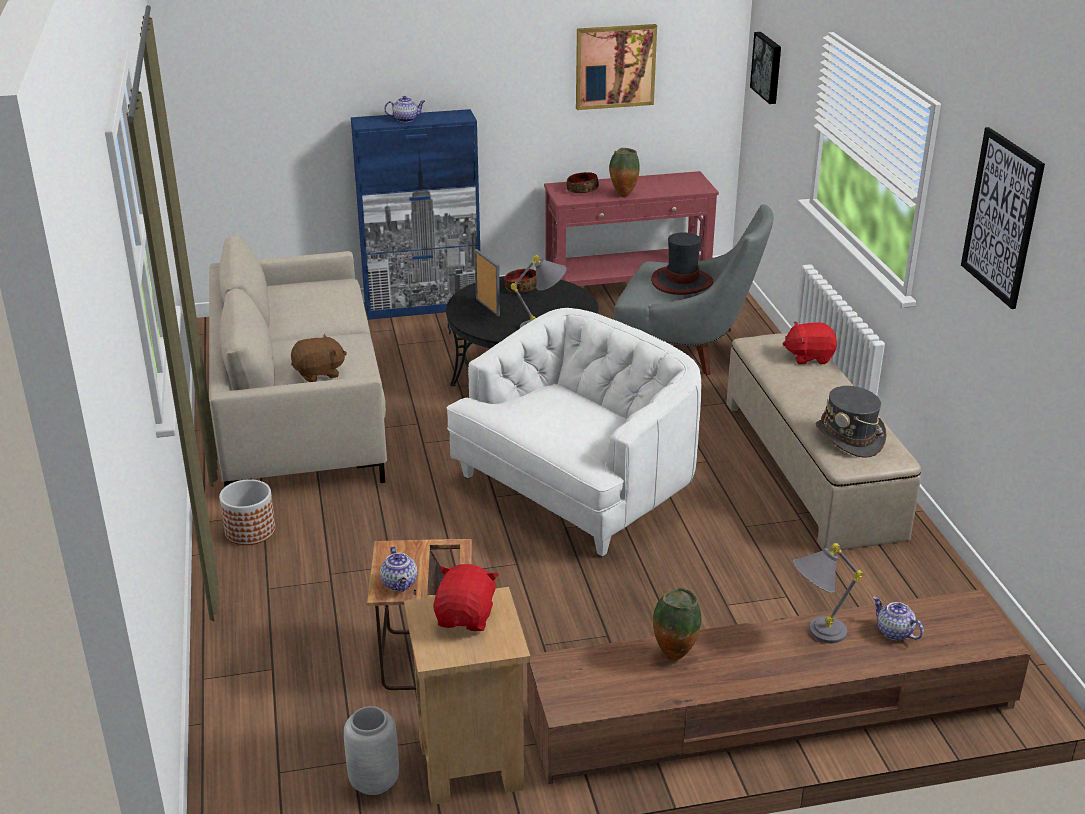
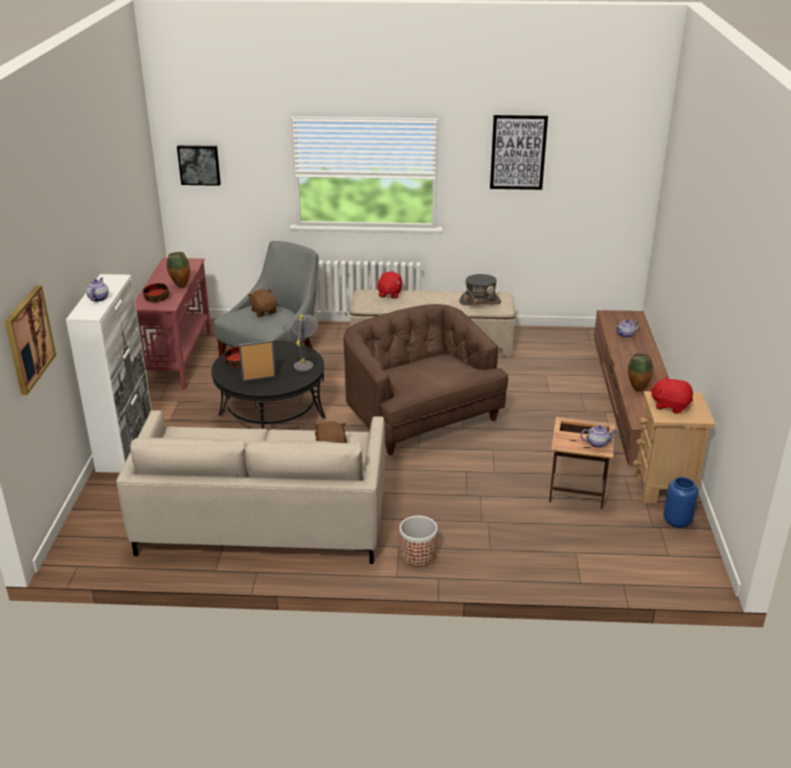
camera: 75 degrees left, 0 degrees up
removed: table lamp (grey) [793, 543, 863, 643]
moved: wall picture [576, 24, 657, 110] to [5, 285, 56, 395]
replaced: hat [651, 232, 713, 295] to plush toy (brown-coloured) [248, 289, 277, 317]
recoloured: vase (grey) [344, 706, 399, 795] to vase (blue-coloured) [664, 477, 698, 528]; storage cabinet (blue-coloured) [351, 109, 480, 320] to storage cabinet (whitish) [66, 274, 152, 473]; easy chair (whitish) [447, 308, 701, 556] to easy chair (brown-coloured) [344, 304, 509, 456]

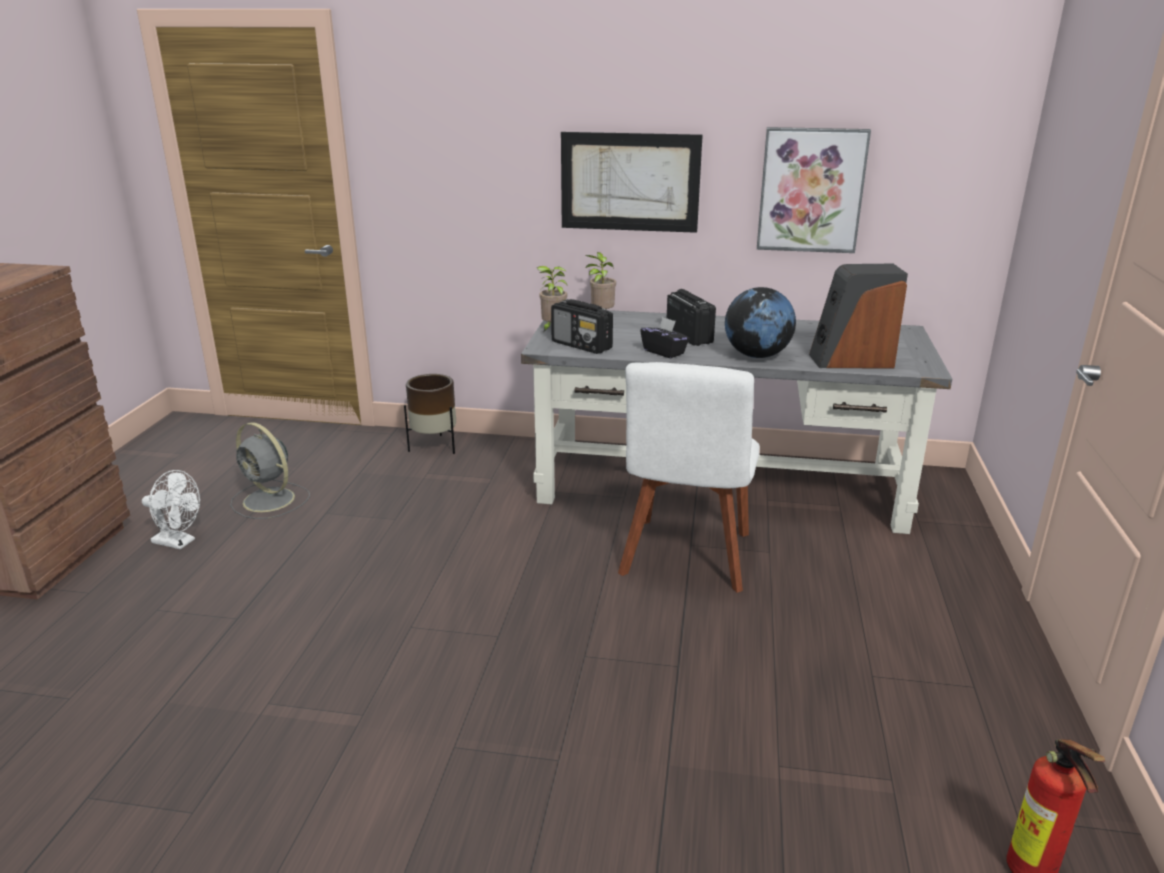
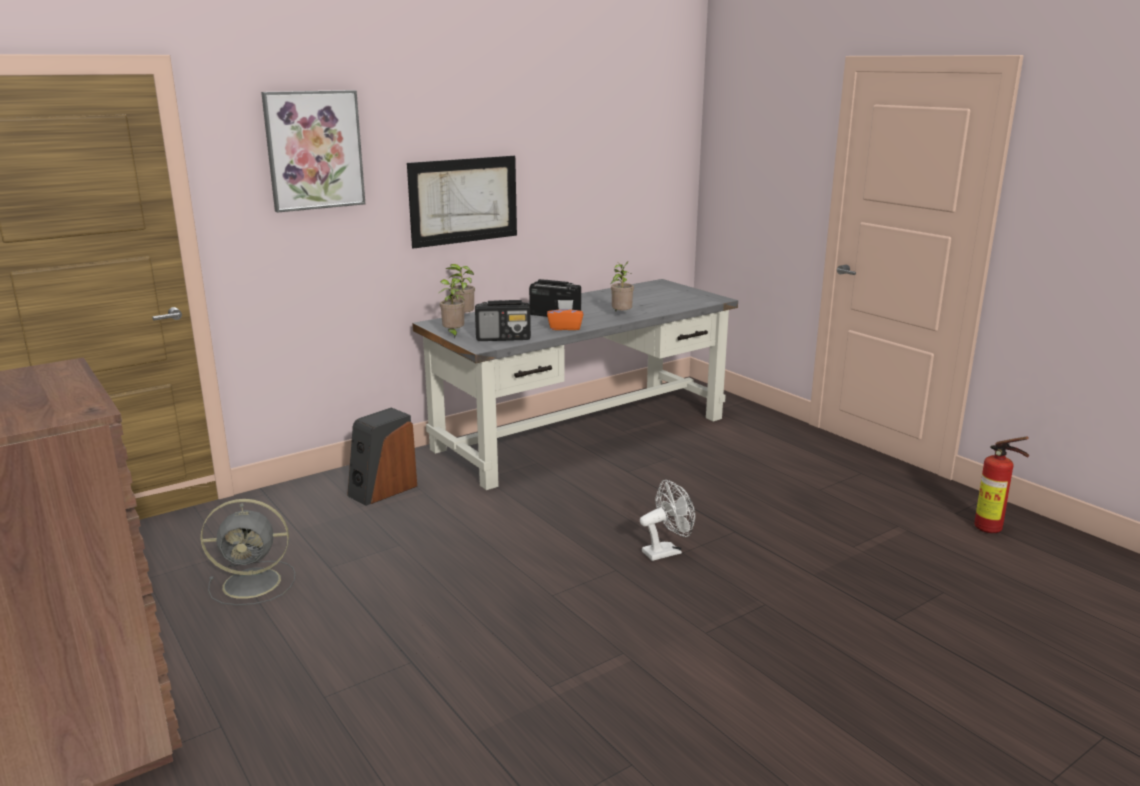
camera: 45 degrees left, 5 degrees down
removed: plant pot (brown-coloured) [404, 374, 456, 454]; chair (whitish) [618, 362, 760, 593]
moved: fan (whitish) [142, 470, 200, 549] to [640, 480, 695, 561]; wall picture [757, 127, 871, 253] to [261, 90, 365, 213]; loudspeaker [809, 264, 908, 368] to [347, 408, 417, 506]
replaced: world globe [725, 287, 796, 358] to potted plant [610, 261, 634, 311]
recoloured: tissue holder (black-coloured) [640, 317, 690, 358] to tissue holder (orange-coloured) [547, 300, 583, 330]

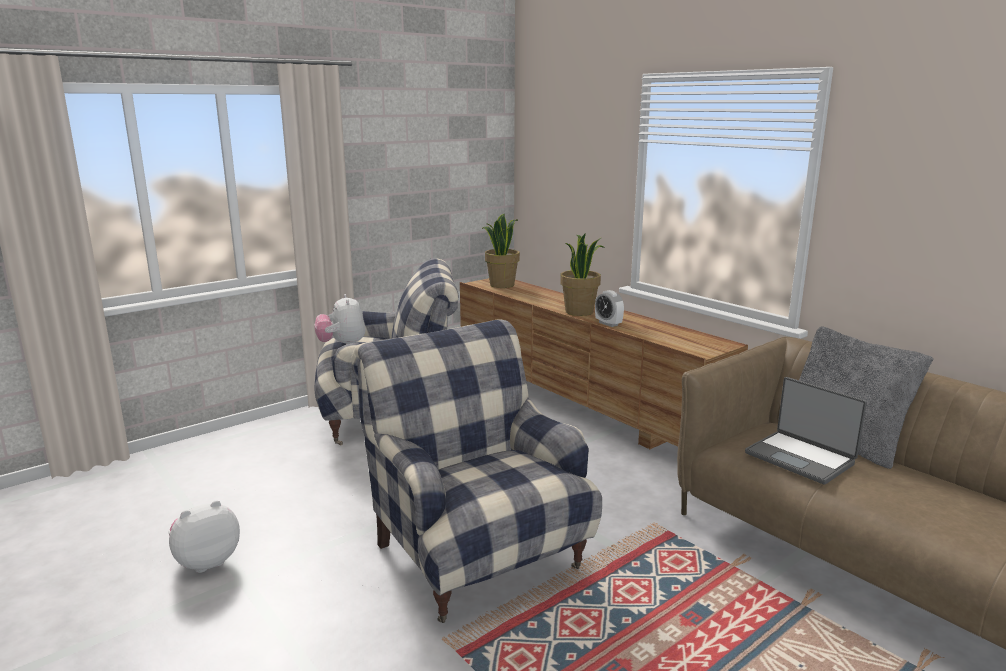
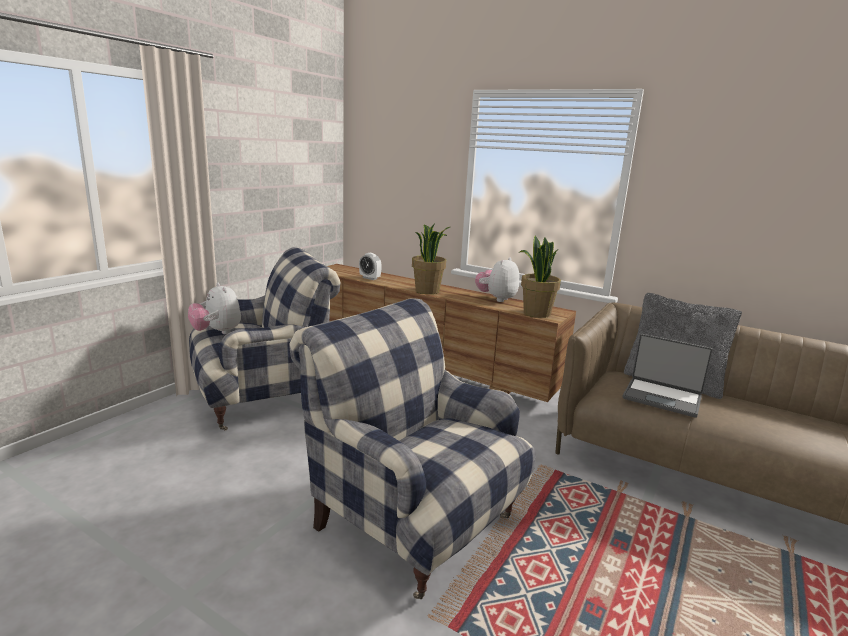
camera: 20 degrees left, 0 degrees up
moved: plush toy [168, 500, 240, 573] to [475, 257, 519, 302]; potted plant [482, 214, 520, 288] to [518, 235, 561, 318]; table clock [595, 290, 624, 327] to [359, 253, 382, 280]

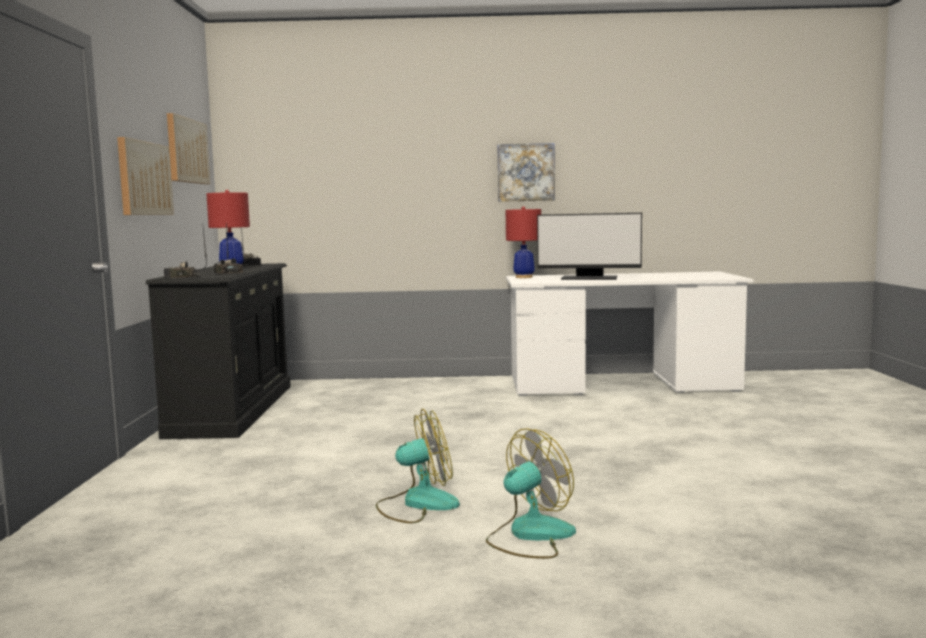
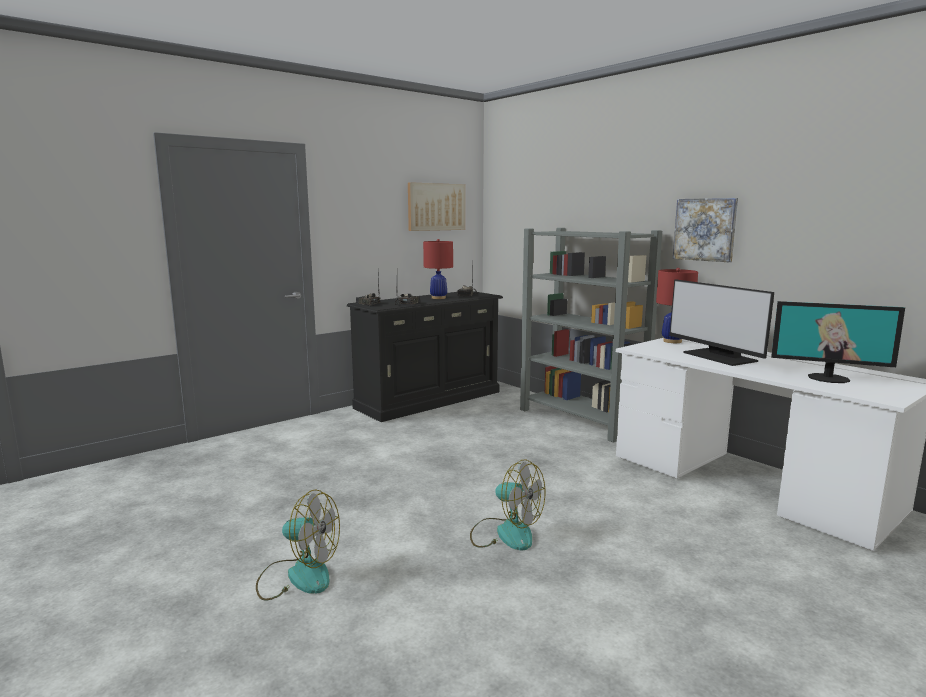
camera: 50 degrees right, 5 degrees up
removed: wall picture [117, 137, 174, 215]
added: bookcase (grey) [520, 228, 662, 443]; computer screen [771, 301, 905, 383]
moved: fan [376, 409, 460, 523] to [470, 459, 545, 550]

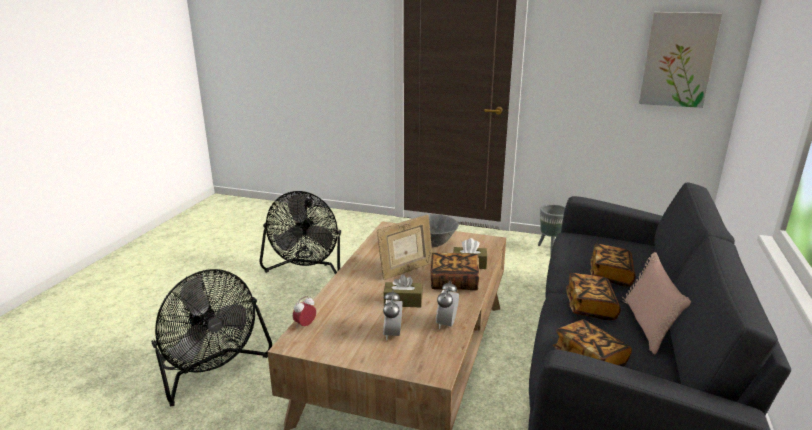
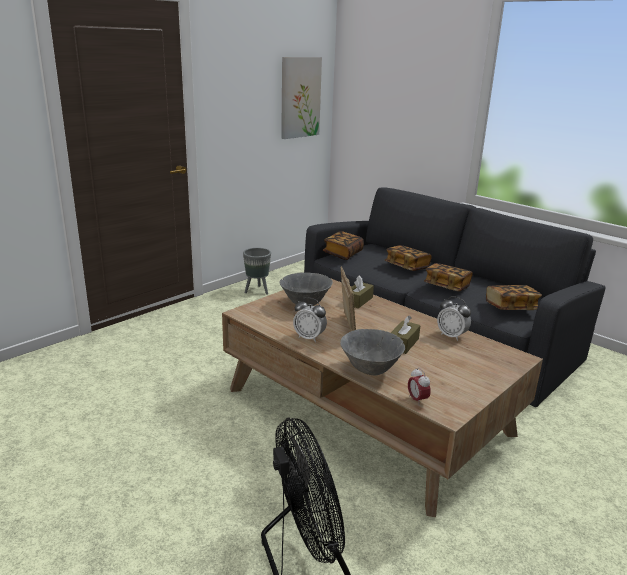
camera: 65 degrees left, 0 degrees up
removed: fan (black-coloured) [259, 191, 341, 274]; pillow (sand-coloured) [622, 252, 691, 355]
added: deep dish (grey) [340, 329, 405, 376]
moved: table clock [383, 290, 402, 340] to [293, 298, 327, 342]; bound book [430, 252, 480, 290] to [323, 231, 364, 260]

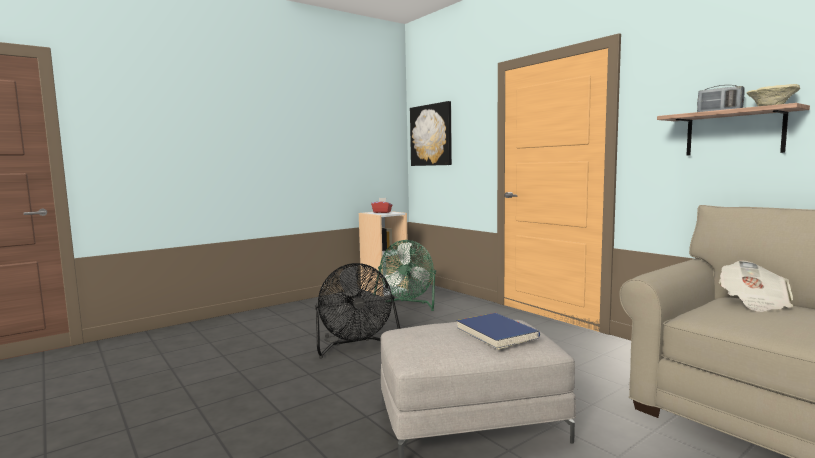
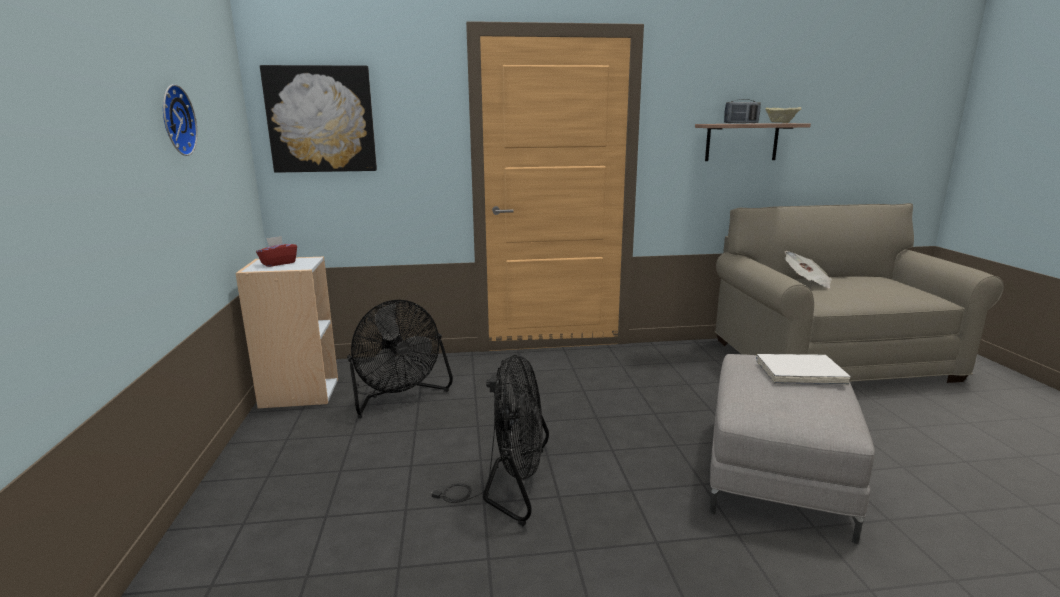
camera: 60 degrees left, 10 degrees up
added: clock on the wall [163, 84, 198, 156]
recoloured: fan (green-coloured) [374, 240, 436, 311] to fan (black-coloured) [347, 300, 453, 419]; bound book (blue-coloured) [456, 313, 540, 350] to bound book (whitish) [756, 354, 851, 385]

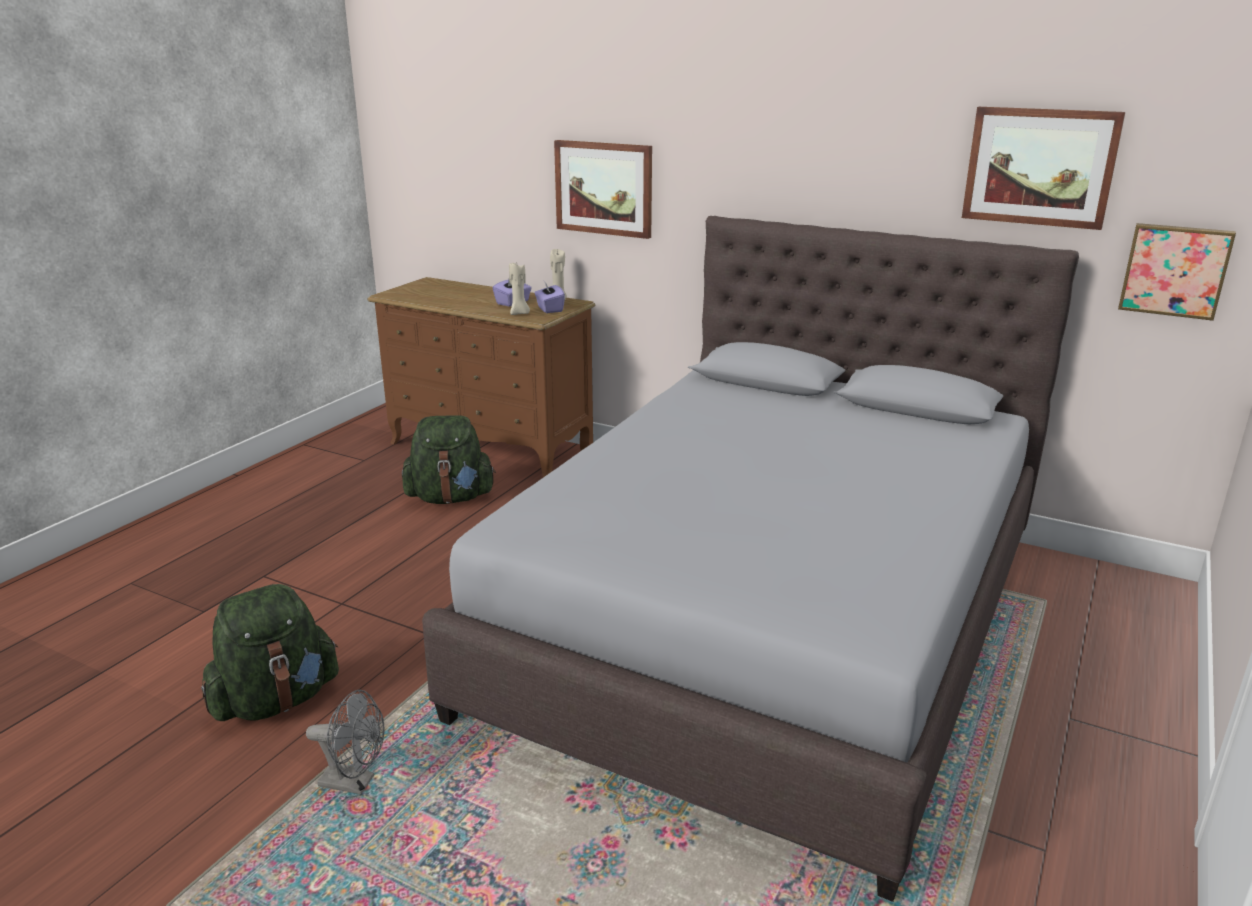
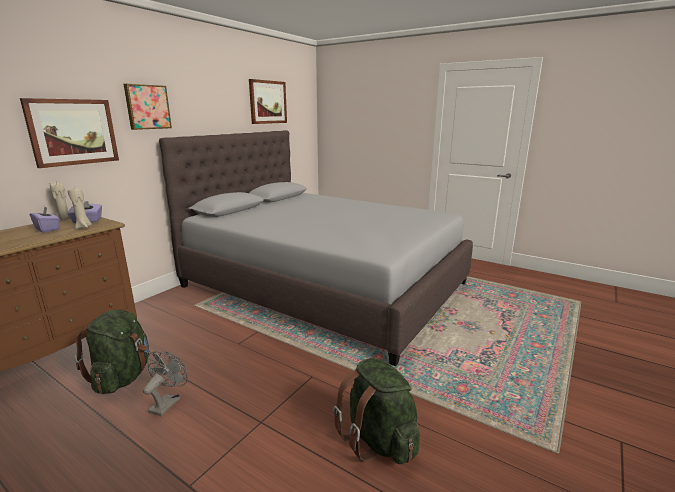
camera: 85 degrees left, 5 degrees down
moved: fan (grey) [306, 690, 384, 794] to [143, 351, 187, 416]; wall picture [1118, 223, 1236, 321] to [124, 84, 172, 130]

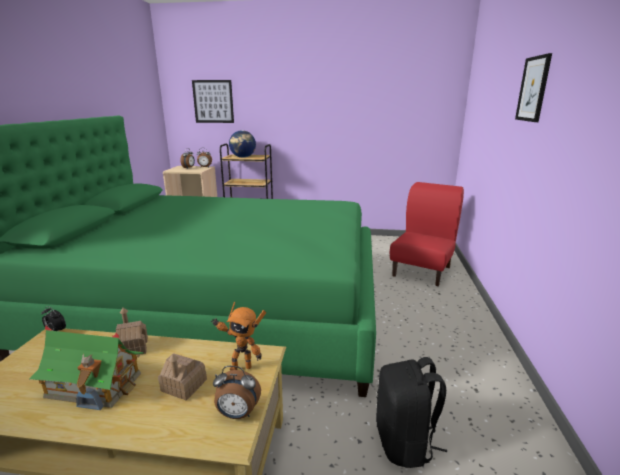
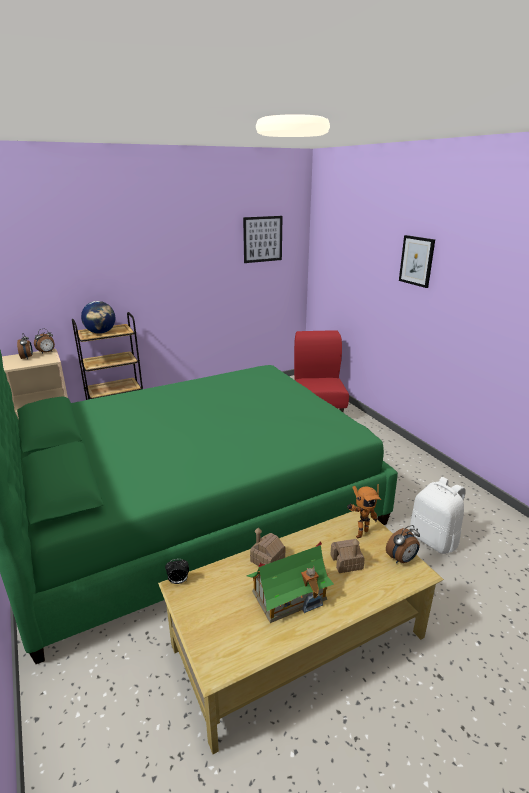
camera: 35 degrees left, 5 degrees up
moved: wall picture [192, 80, 234, 123] to [243, 216, 282, 263]
recoloured: rucksack (black-coloured) [376, 357, 447, 468] to rucksack (whitish) [410, 477, 466, 554]

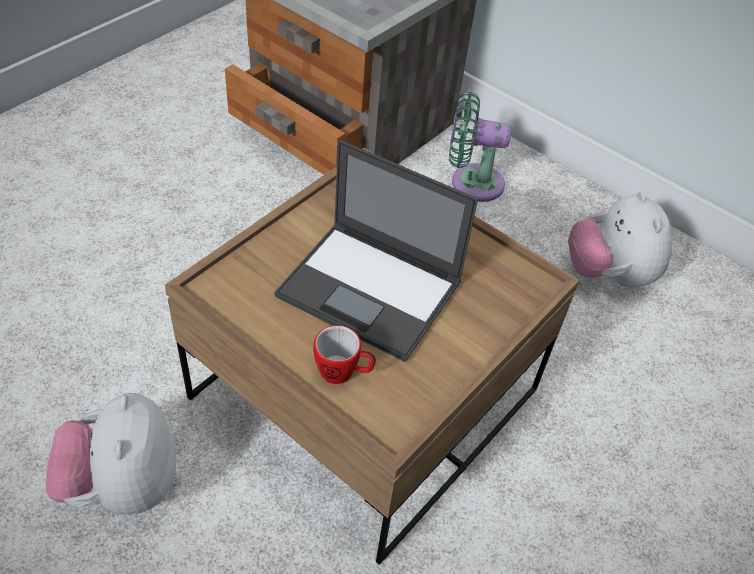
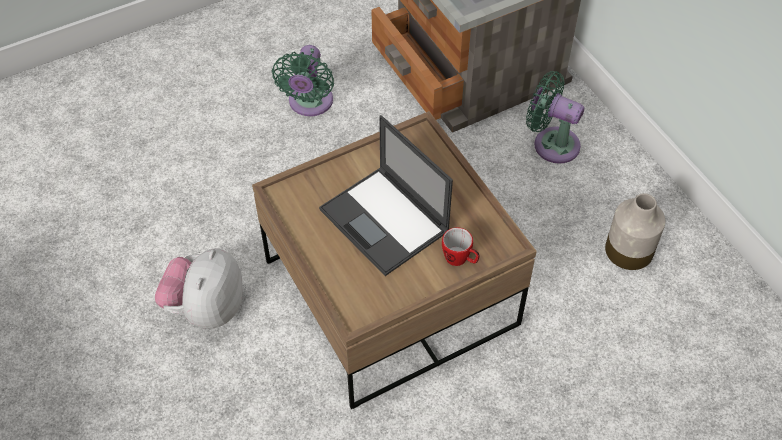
camera: 25 degrees right, 5 degrees up
added: fan (green-coloured) [272, 45, 334, 116]
moved: coffee mug [313, 325, 376, 384] to [442, 227, 480, 266]
replaced: plush toy [568, 191, 672, 287] to vase (sand-coloured) [605, 193, 665, 270]

